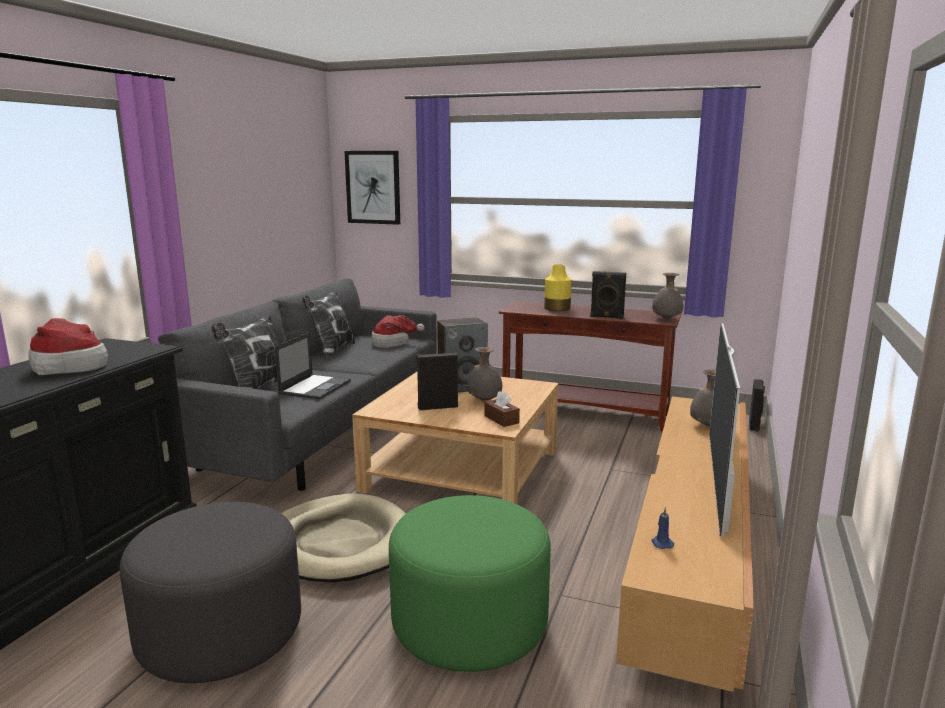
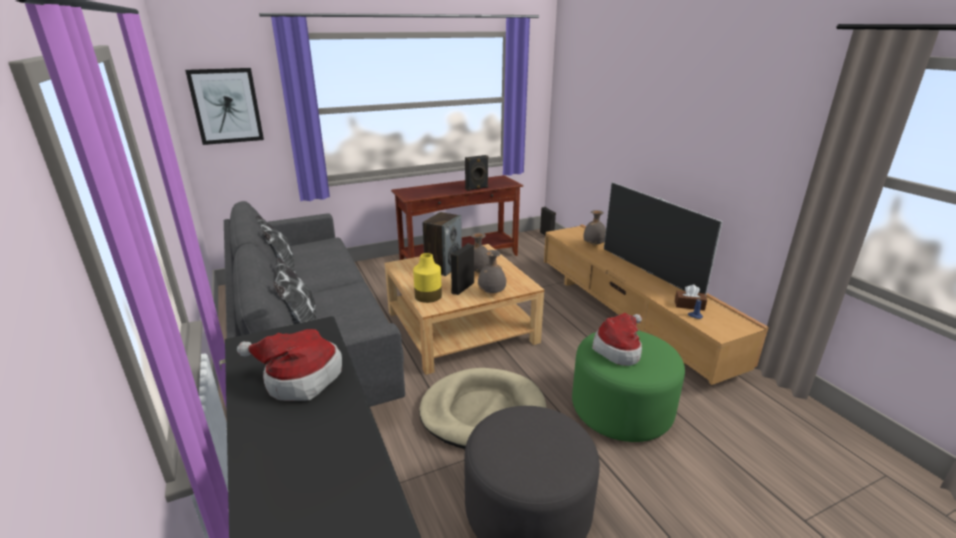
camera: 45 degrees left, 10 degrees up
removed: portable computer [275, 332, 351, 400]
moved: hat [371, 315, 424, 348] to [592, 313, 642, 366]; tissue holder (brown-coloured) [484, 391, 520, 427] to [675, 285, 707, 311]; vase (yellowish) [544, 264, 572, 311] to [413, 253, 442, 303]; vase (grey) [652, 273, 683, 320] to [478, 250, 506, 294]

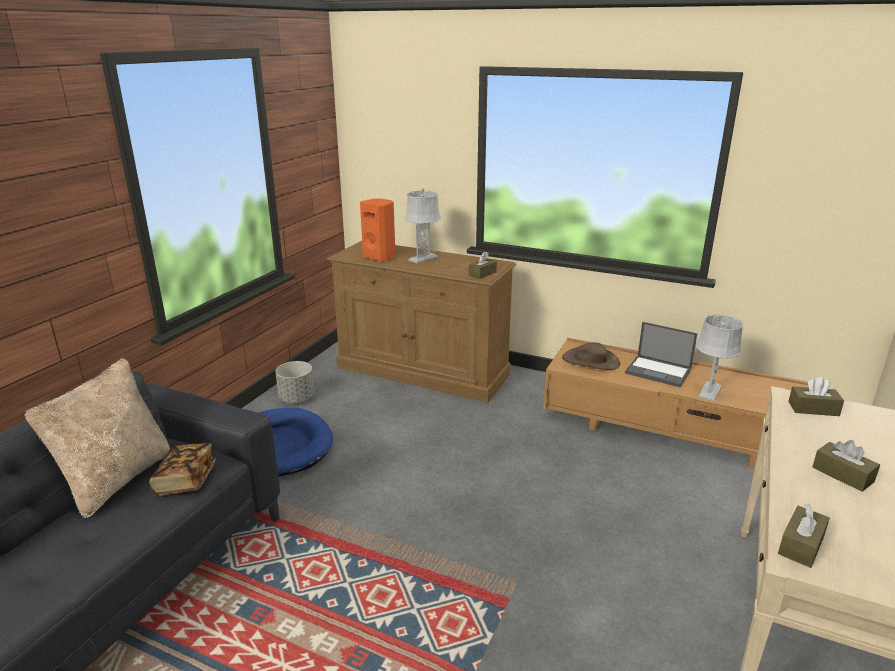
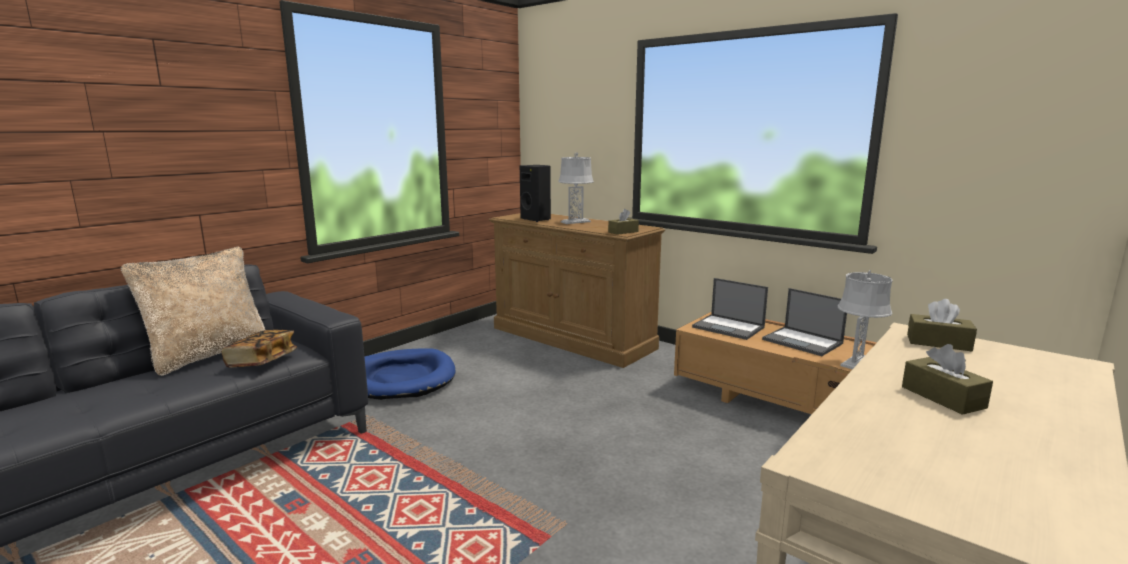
camera: 15 degrees right, 10 degrees down
removed: plant pot (grey) [275, 361, 314, 403]; tissue holder (brown-coloured) [778, 503, 830, 568]
replaced: hat (brown-coloured) [562, 342, 620, 370] to portable computer [692, 278, 768, 340]
recoloured: loudspeaker (orange-coloured) [360, 199, 396, 262] to loudspeaker (black-coloured) [520, 165, 551, 222]

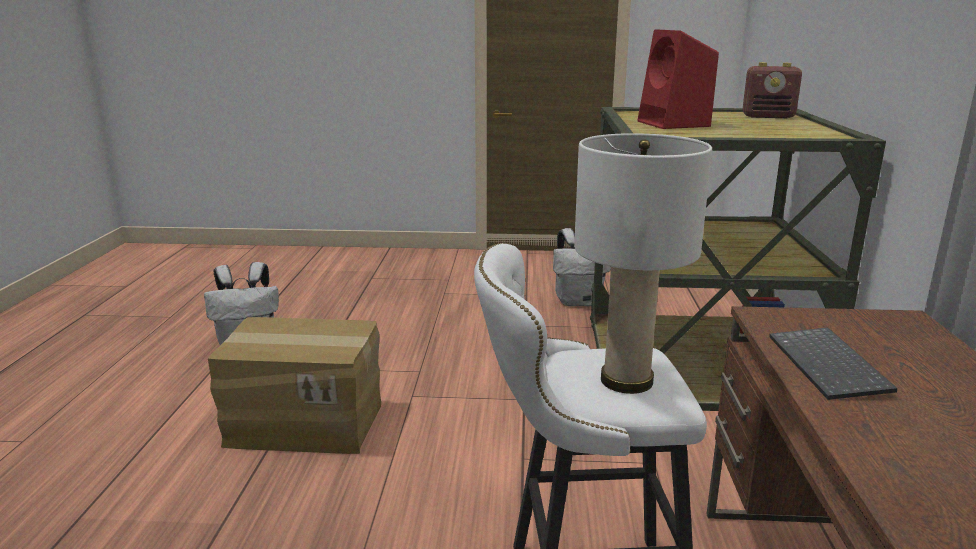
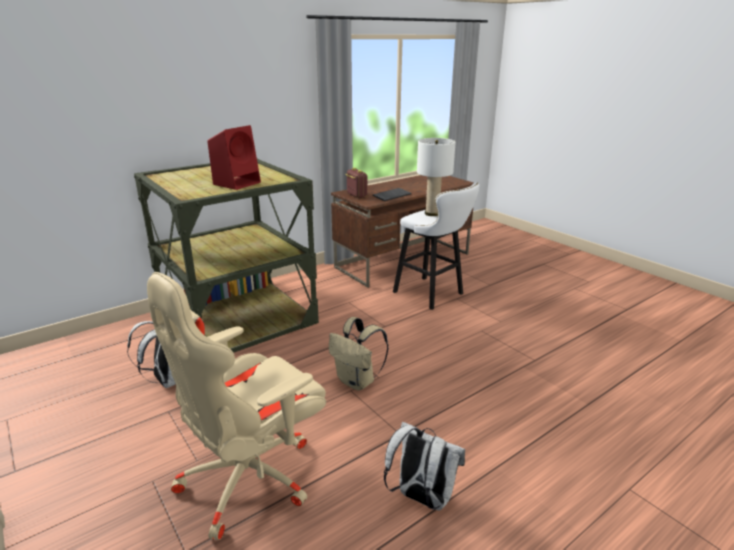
camera: 130 degrees left, 5 degrees up
removed: carton [208, 317, 381, 454]
added: desk chair (sand-coloured) [147, 272, 326, 540]; rucksack (sand-coloured) [329, 317, 388, 391]
moved: radio [743, 62, 802, 118] to [345, 168, 367, 198]

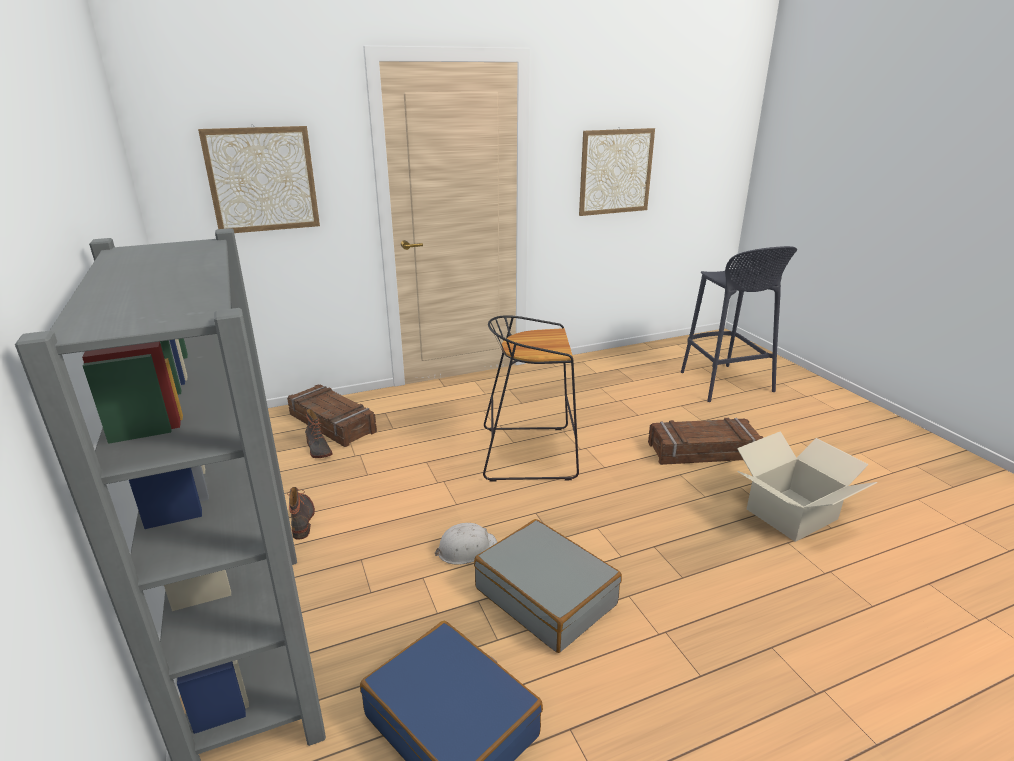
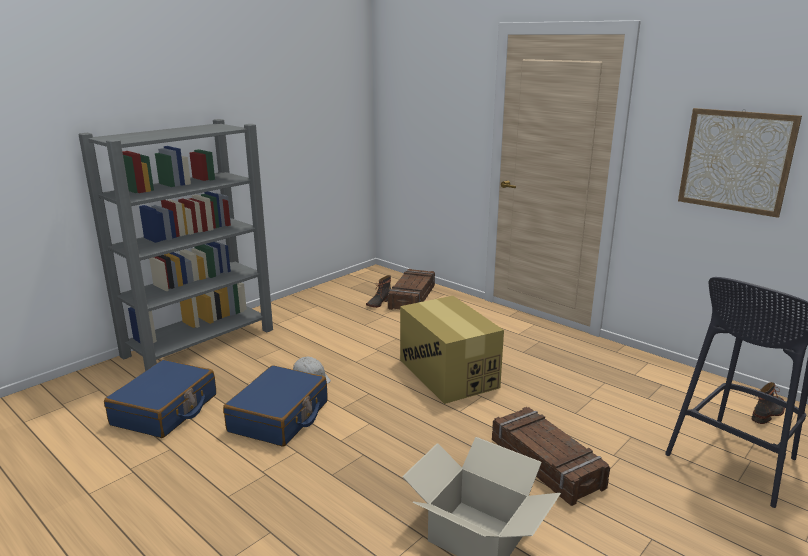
camera: 65 degrees right, 5 degrees down
removed: wall picture [198, 125, 320, 233]
moved: tall boot [287, 487, 315, 540] to [752, 382, 785, 424]
replaced: stool seat (black-coloured) [483, 315, 579, 482] to carton [400, 296, 504, 404]
recoloured: suitcase (grey) [474, 519, 622, 653] to suitcase (blue-coloured) [223, 366, 327, 447]

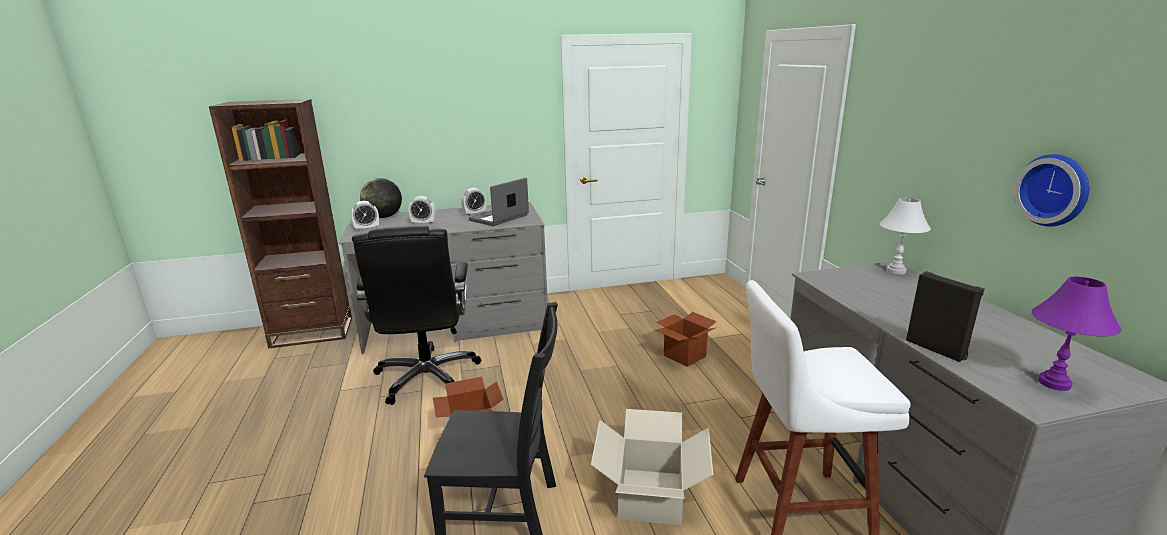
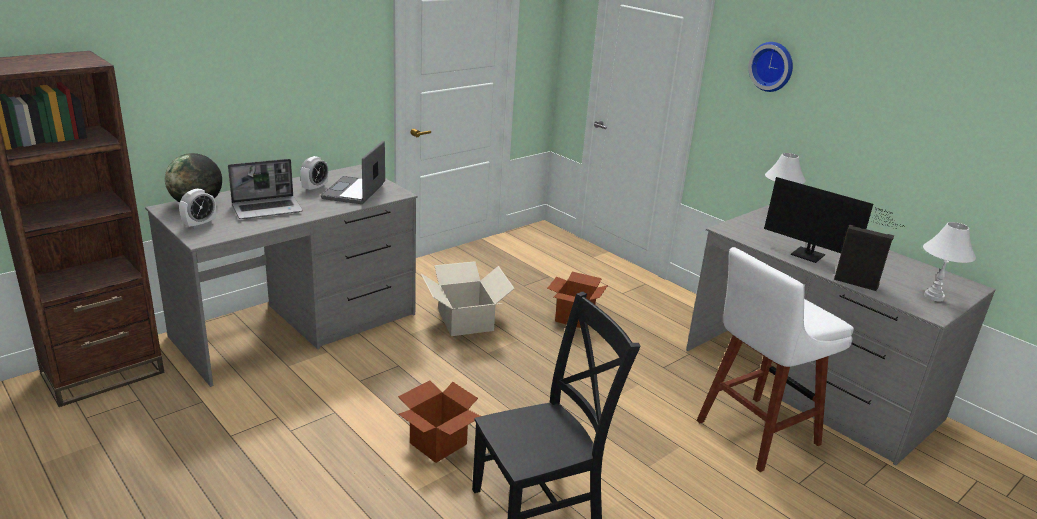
camera: 30 degrees left, 5 degrees up
removed: desk chair (black-coloured) [352, 225, 482, 405]
added: computer screen [764, 177, 900, 263]
moved: carton [591, 409, 713, 525] to [421, 261, 515, 336]; clock on the wall [1014, 154, 1089, 227] to [748, 42, 793, 92]
replaced: table clock [409, 196, 436, 225] to portable computer [228, 159, 303, 219]
recoloured: table lamp (purple) [1032, 277, 1121, 391] to table lamp (whitish) [923, 222, 976, 301]

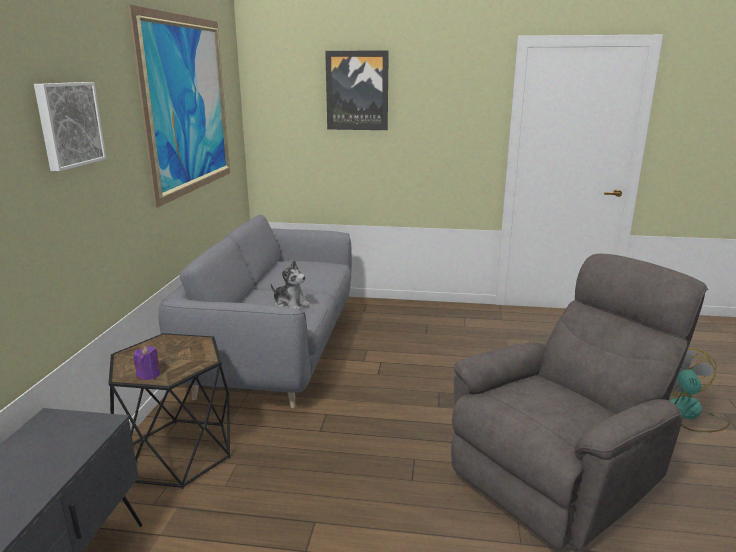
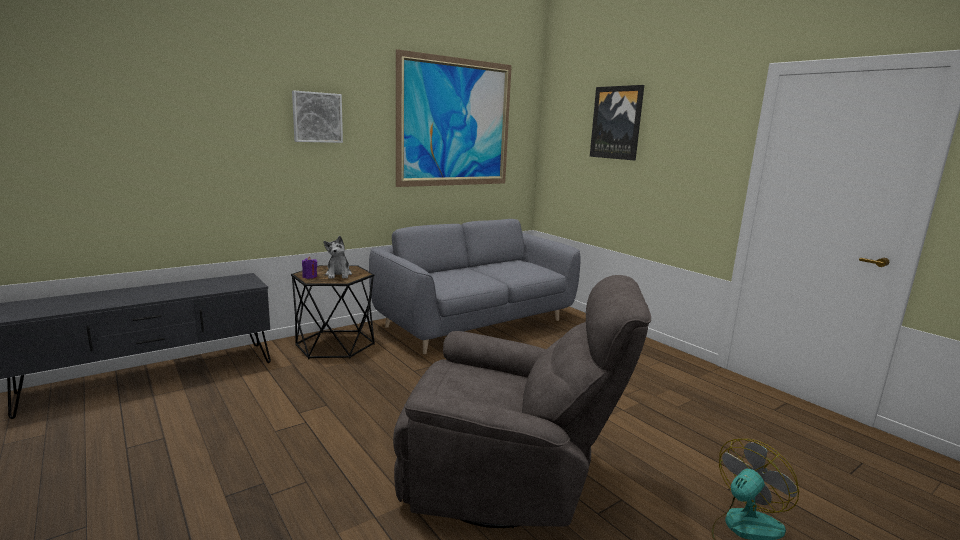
camera: 45 degrees right, 5 degrees down
moved: plush toy [270, 260, 310, 310] to [324, 236, 352, 279]

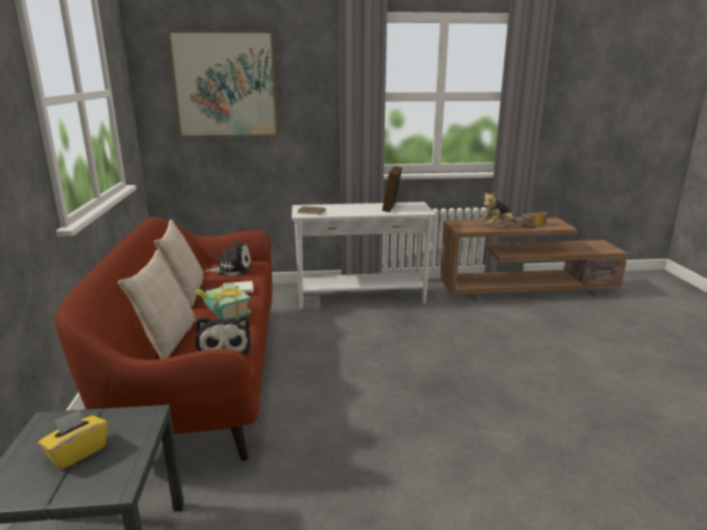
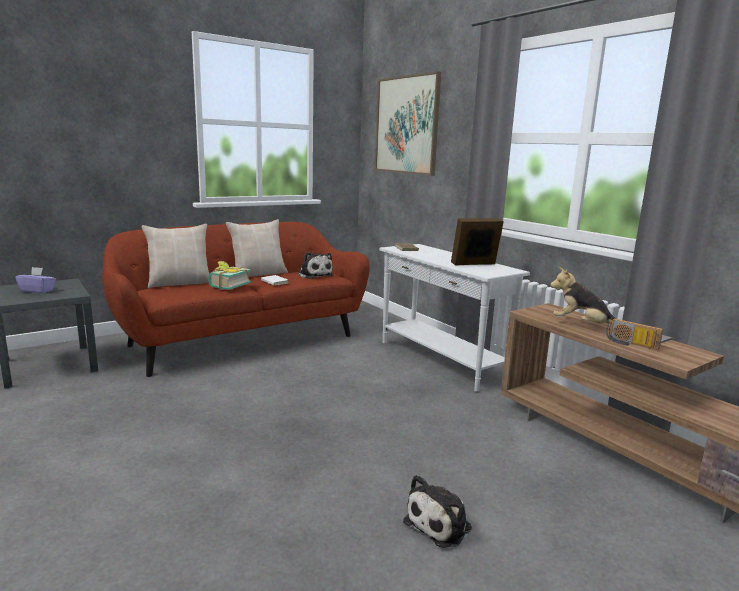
camera: 60 degrees right, 5 degrees down
moved: plush toy [195, 316, 251, 355] to [403, 475, 472, 548]
recoloured: tissue holder (yellowish) [38, 409, 108, 470] to tissue holder (purple) [15, 267, 56, 293]

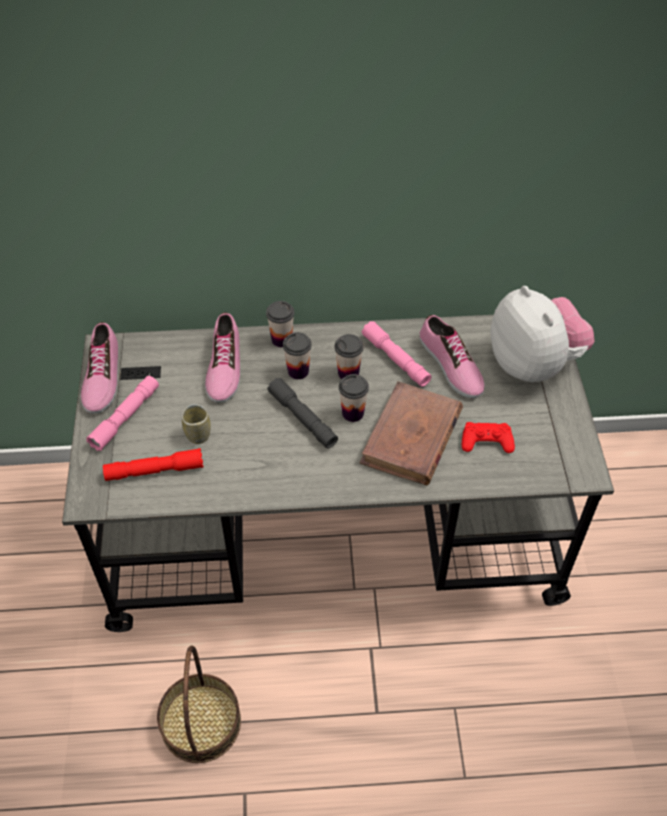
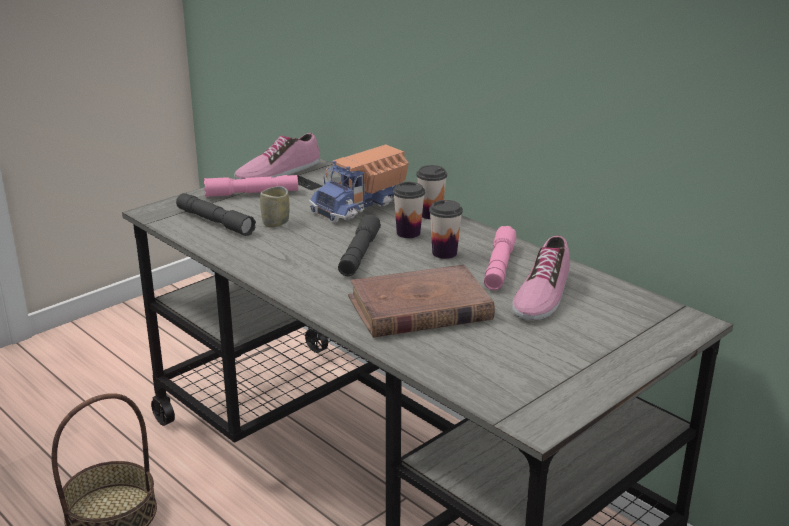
camera: 50 degrees right, 25 degrees down
removed: small cup [339, 374, 369, 422]; game controller (red) [462, 422, 515, 453]; plush toy [490, 286, 594, 382]
replaced: item of footwear [205, 312, 240, 403] to model truck [309, 145, 409, 223]
recoloured: torch (red) [103, 448, 204, 481] to torch (grey) [176, 193, 256, 236]

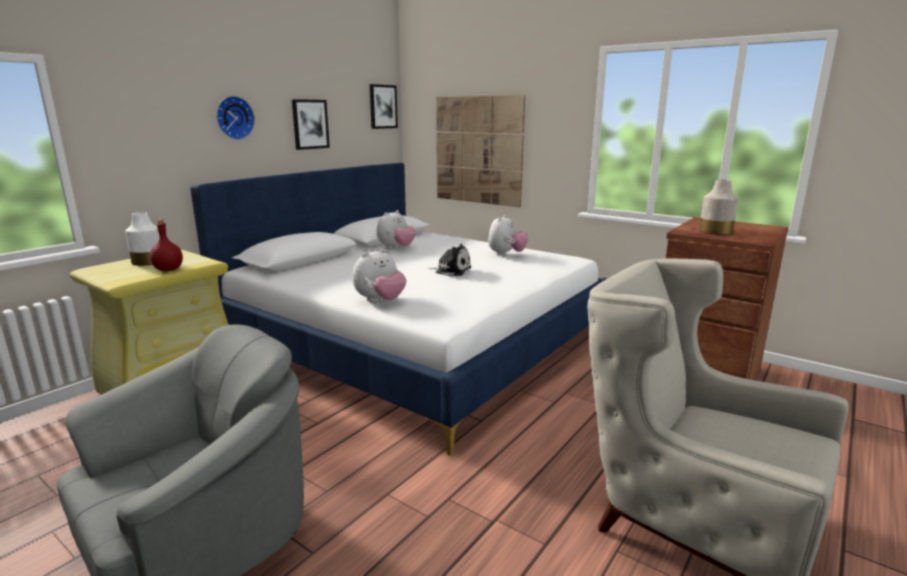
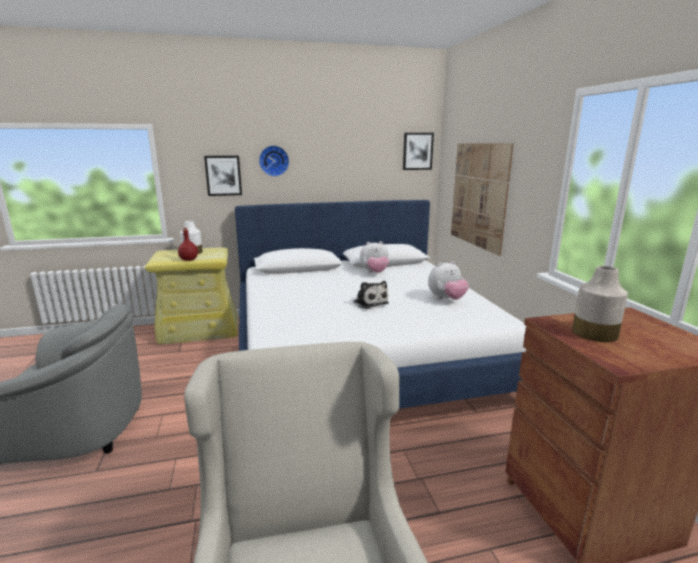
camera: 40 degrees right, 0 degrees up
removed: plush toy [352, 248, 406, 302]
moved: wall picture [292, 99, 330, 150] to [204, 156, 242, 196]

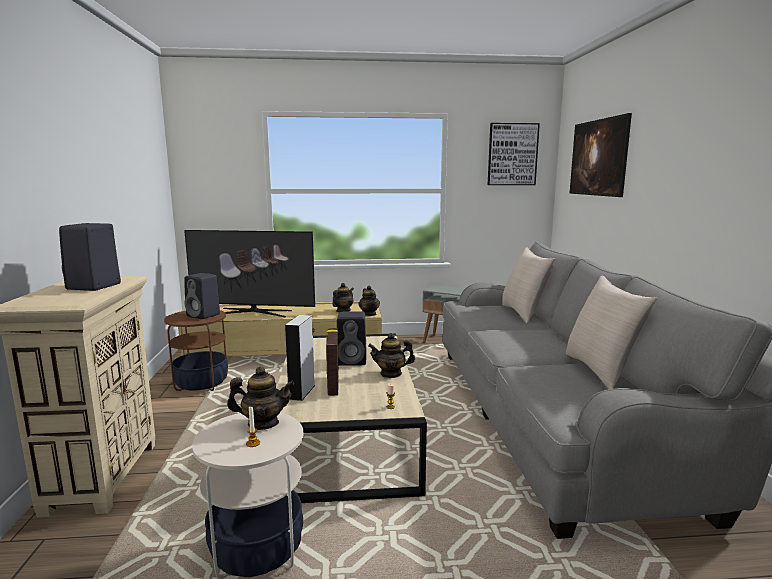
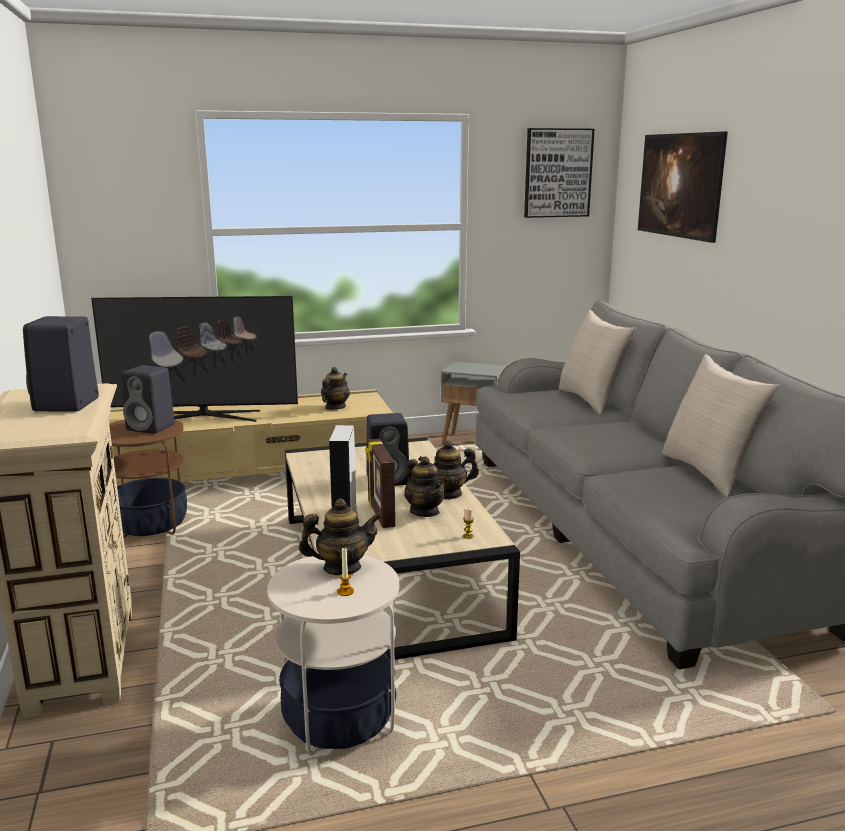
camera: 10 degrees left, 5 degrees up
moved: tea pot [358, 286, 380, 316] to [404, 456, 445, 517]

